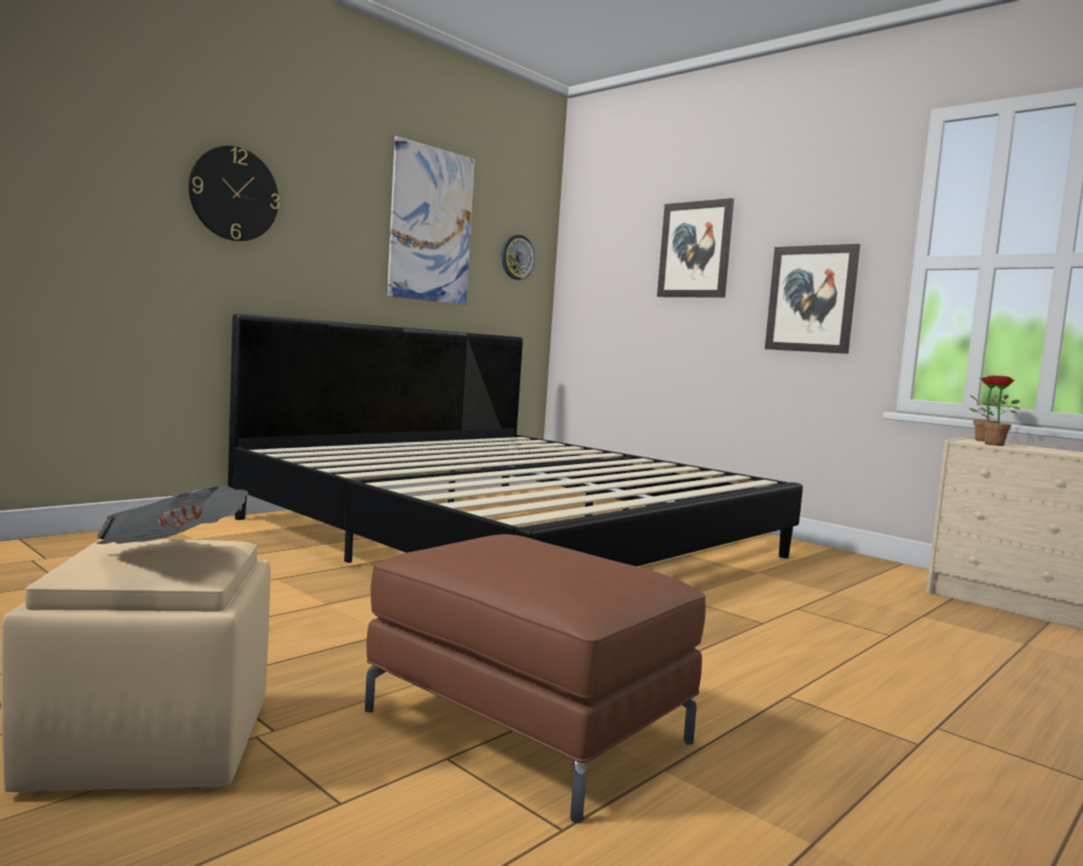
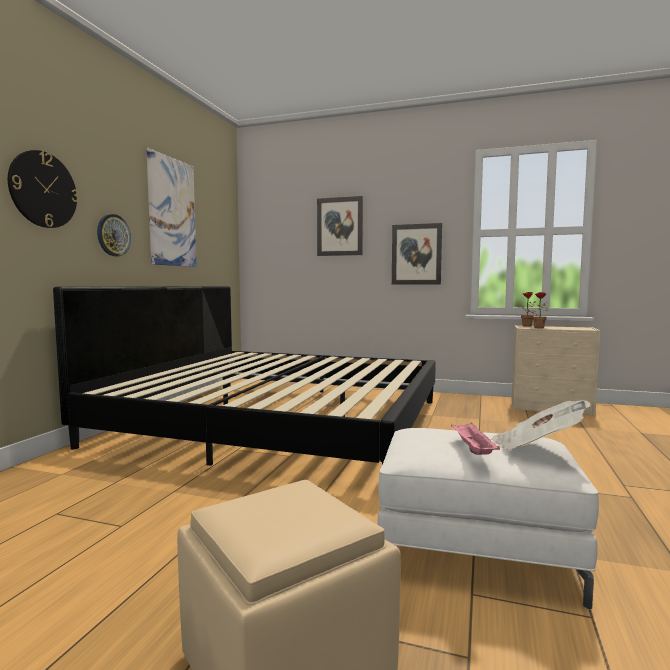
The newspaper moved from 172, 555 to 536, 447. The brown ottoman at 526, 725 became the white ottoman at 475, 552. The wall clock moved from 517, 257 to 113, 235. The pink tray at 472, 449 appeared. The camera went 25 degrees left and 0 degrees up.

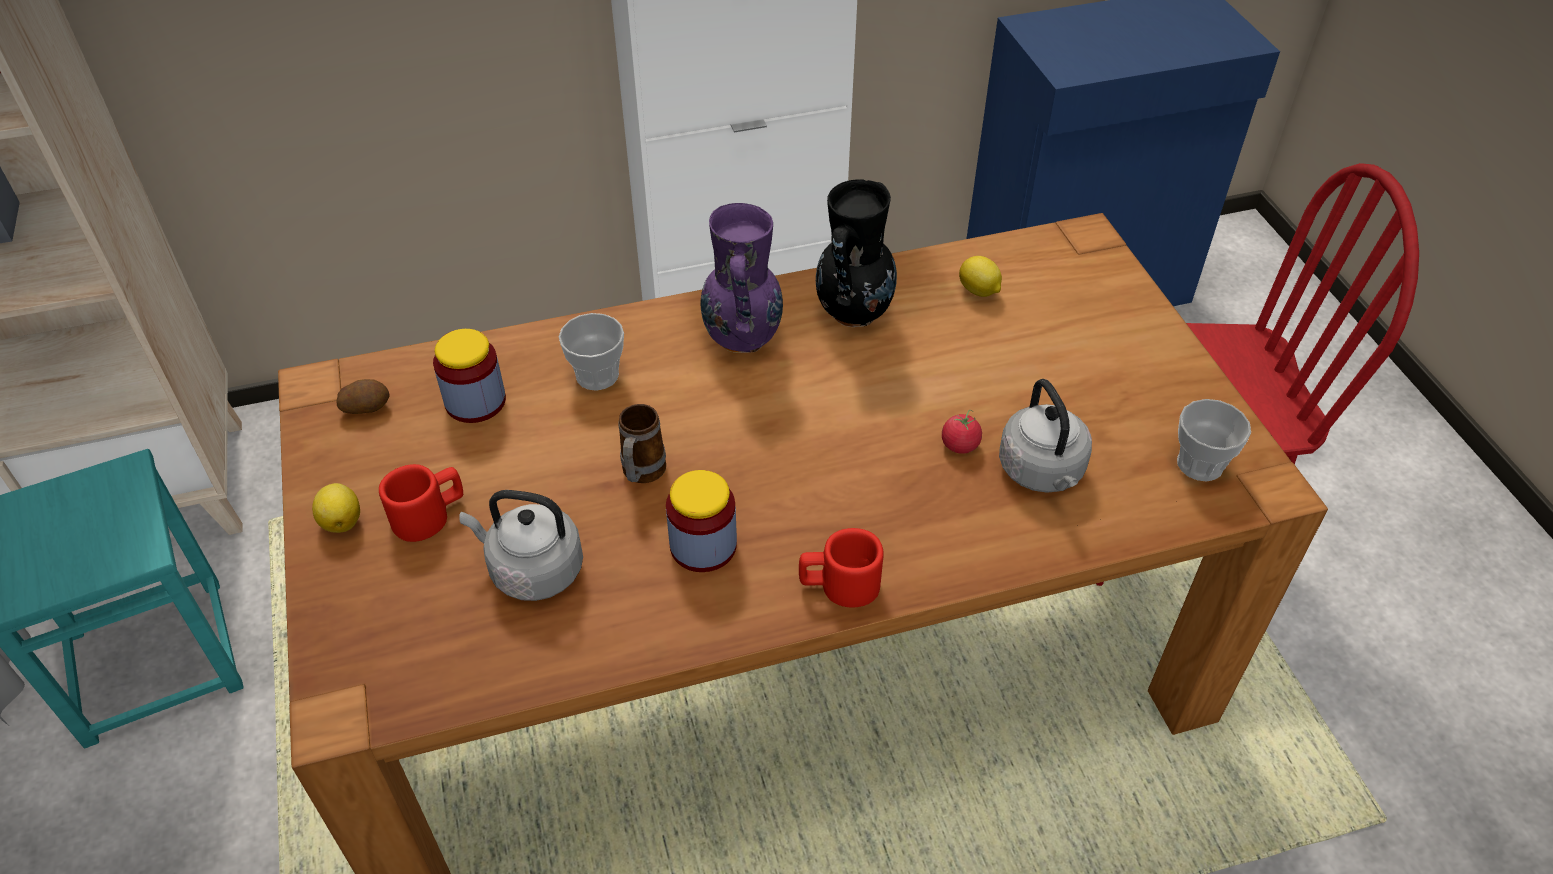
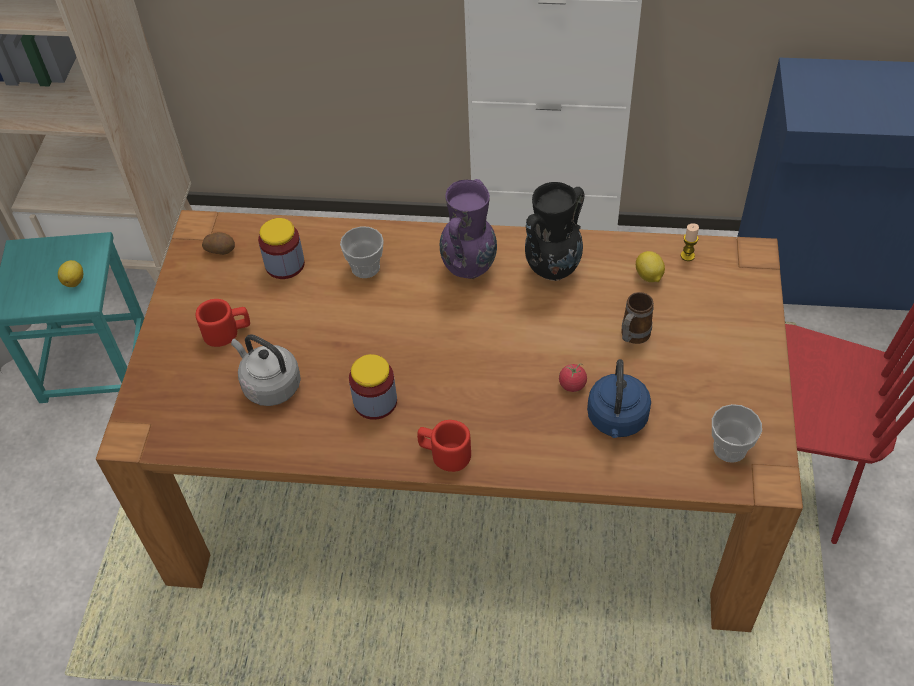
The lemon moved from 342, 521 to 74, 281. The mug moved from 641, 475 to 632, 337. The grey kettle at 1042, 472 became the blue kettle at 617, 420. The candle at 687, 255 appeared. The camera went 25 degrees right and 5 degrees up.

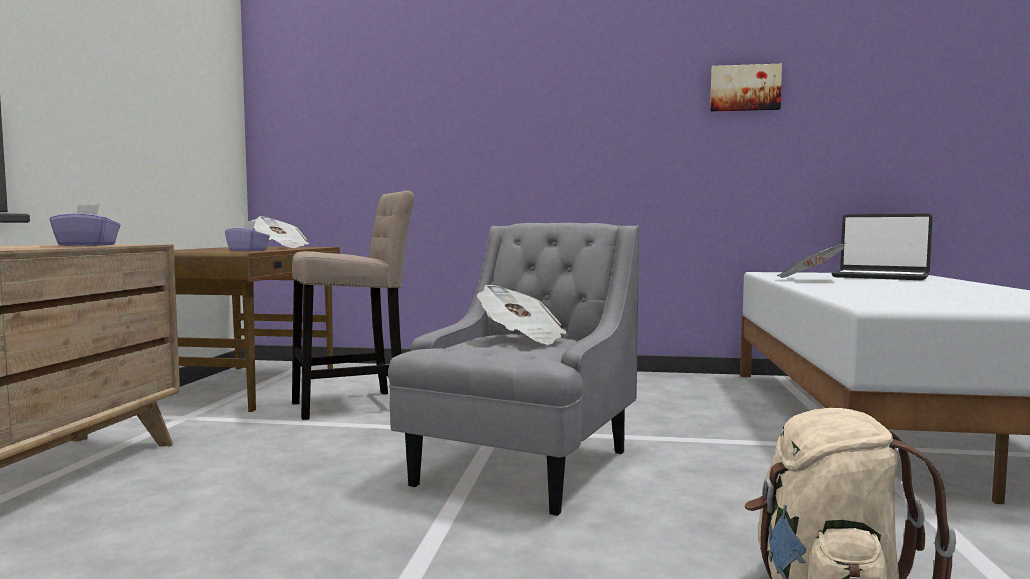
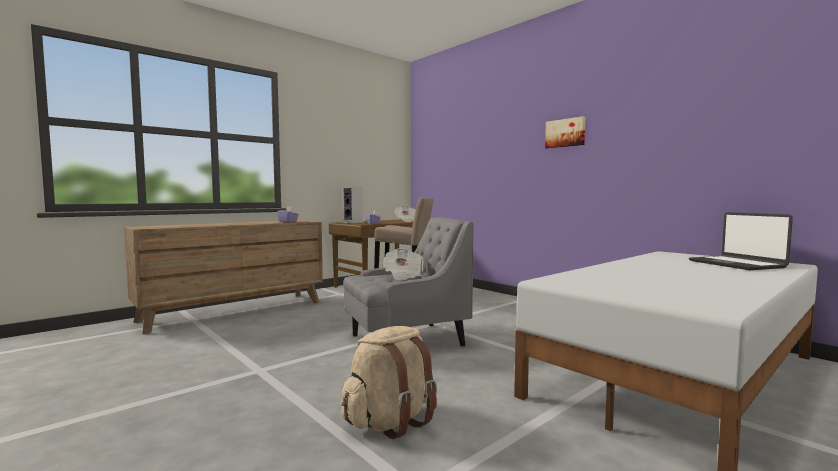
The picture moved from 745, 88 to 565, 133. The newspaper at 809, 280 disappeared. The speaker at 353, 222 appeared. The camera went 40 degrees right and 0 degrees up.

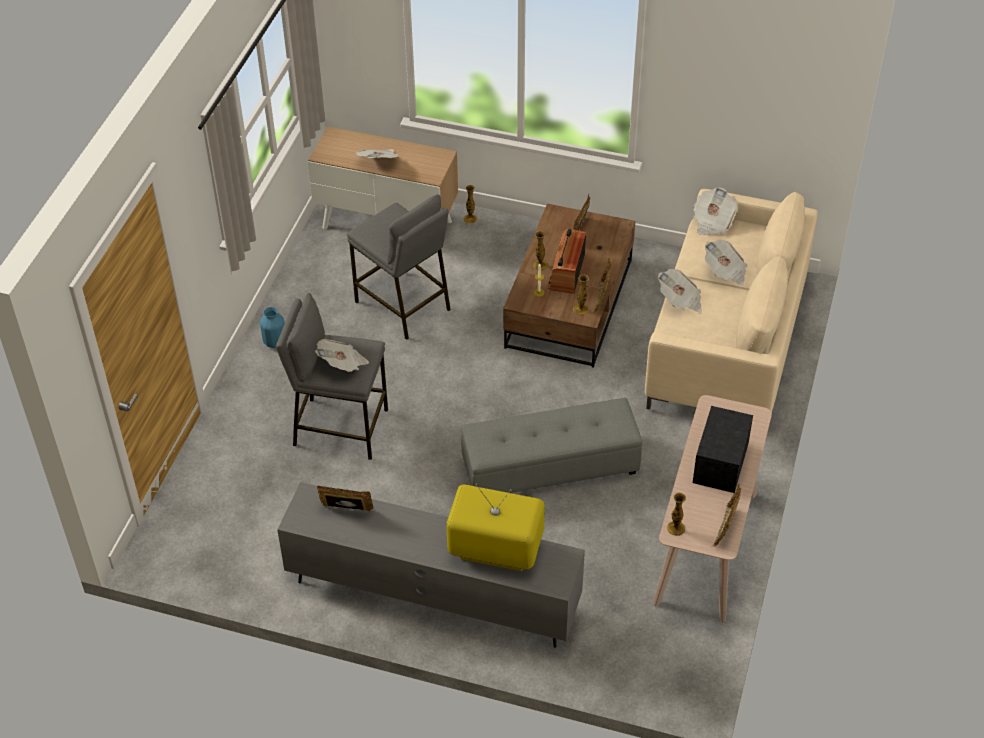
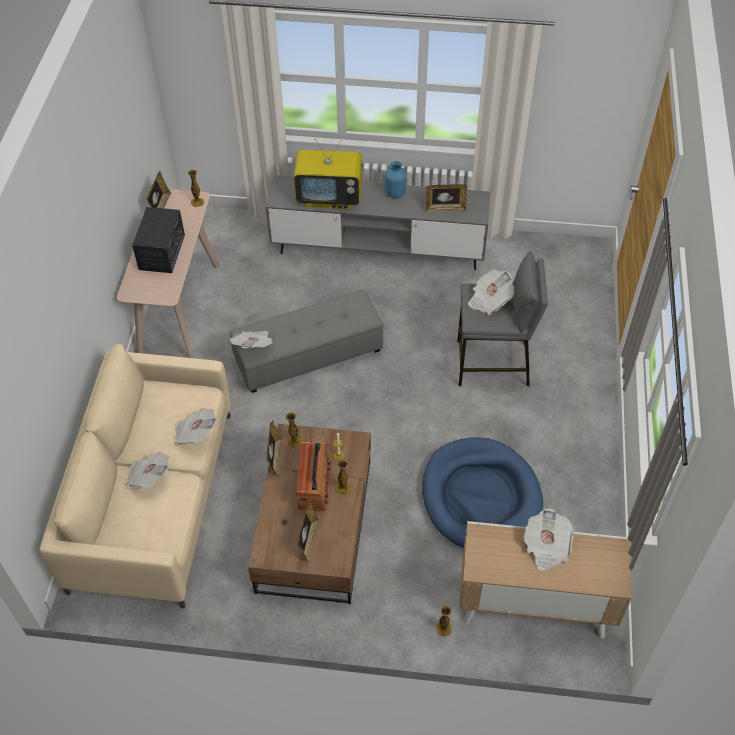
The blue vase moved from 275, 341 to 395, 193. The grey stool at 403, 305 was replaced by the blue dog bed at 480, 497. The newspaper moved from 712, 222 to 254, 346. The camera went 170 degrees right and 5 degrees up.

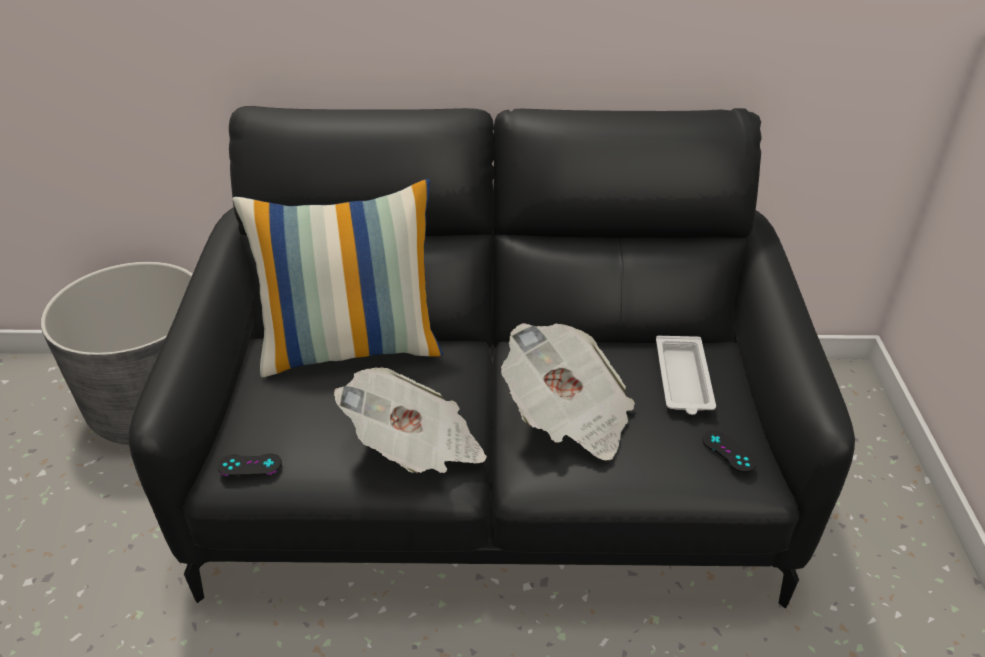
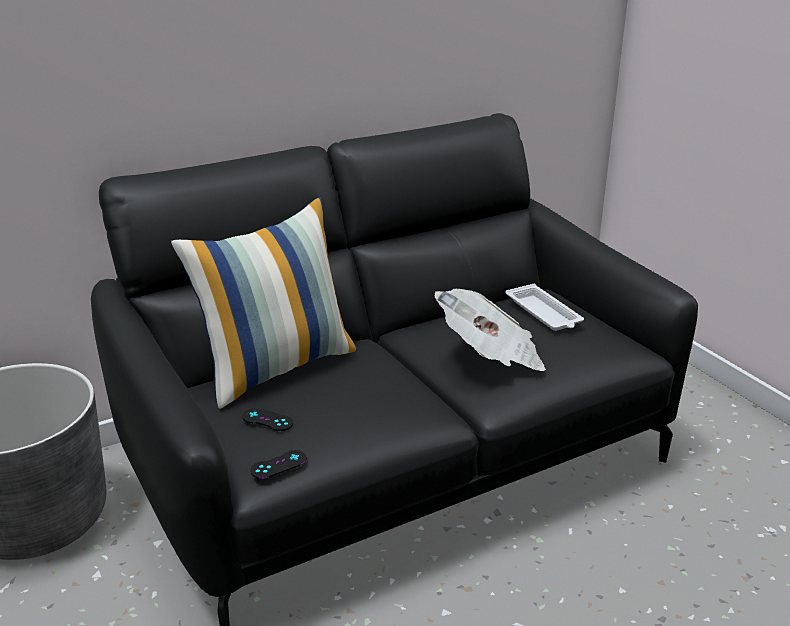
The newspaper at 416, 448 disappeared. The black game controller moved from 728, 451 to 267, 420. The camera went 30 degrees left and 10 degrees down.

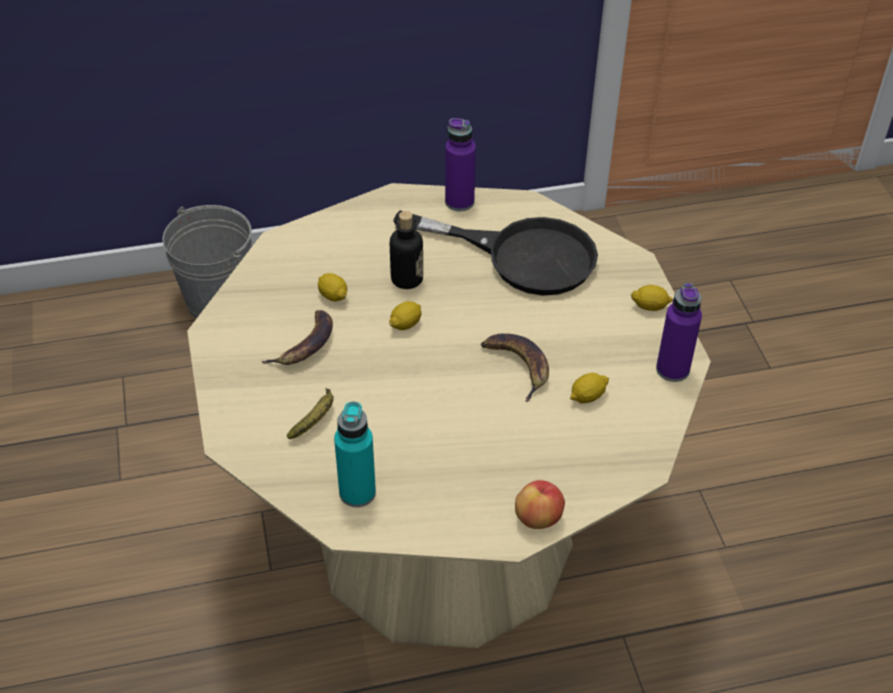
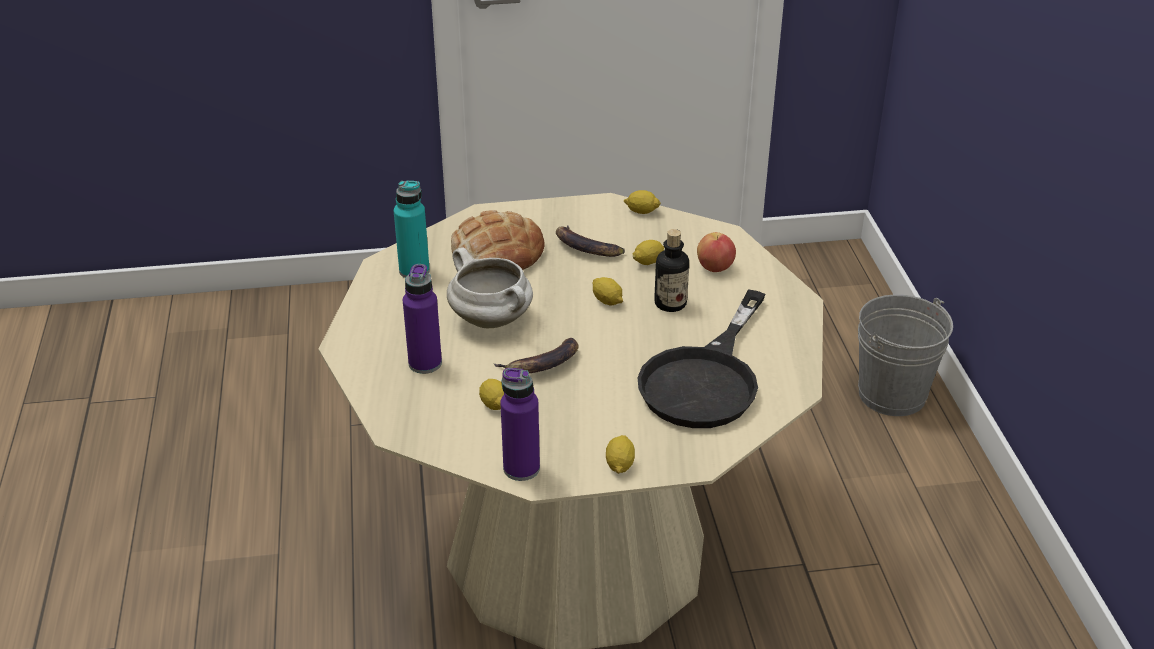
The banana at 316, 419 was replaced by the bread at 497, 252. The purple bottle moved from 459, 202 to 425, 363. The apple moved from 538, 518 to 715, 268. The white cooking pot at 493, 320 appeared. The lemon at 641, 211 appeared. The camera went 95 degrees right and 10 degrees down.

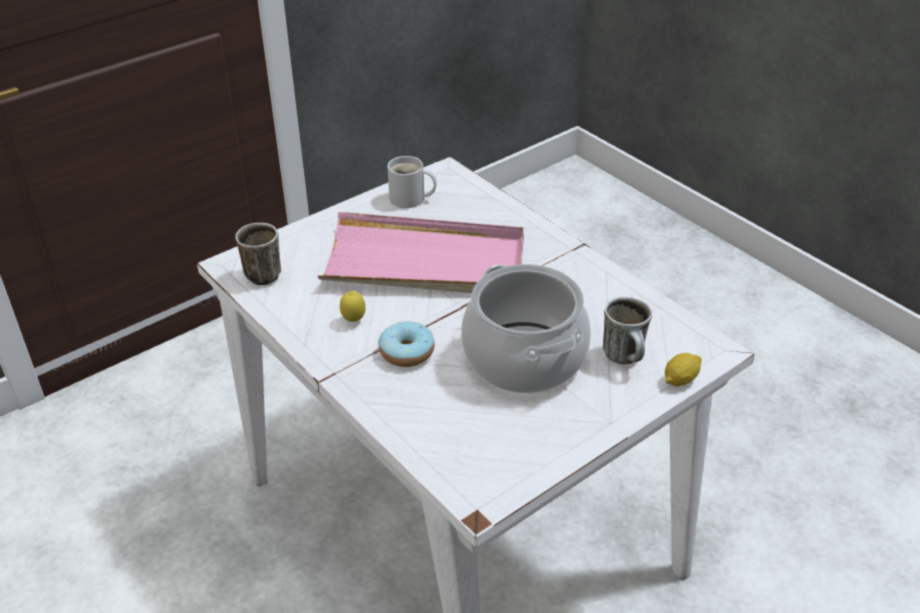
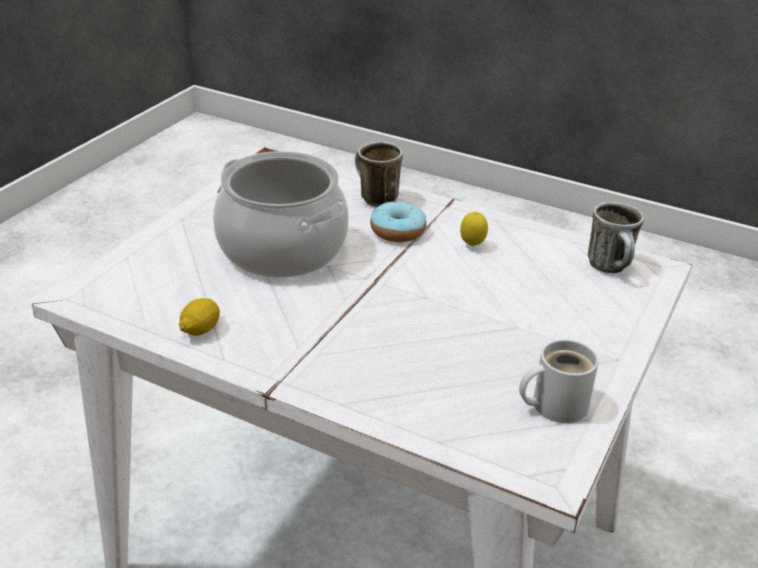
The pink tray at 425, 263 disappeared. The mug moved from 627, 358 to 373, 197. The lemon moved from 680, 380 to 201, 329. The camera went 155 degrees right and 5 degrees down.

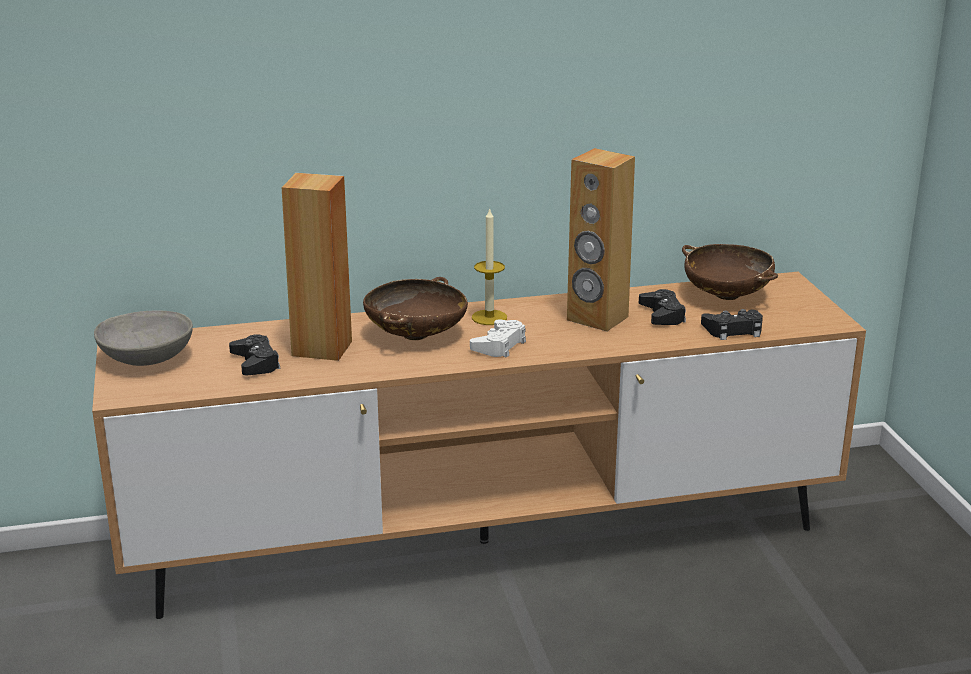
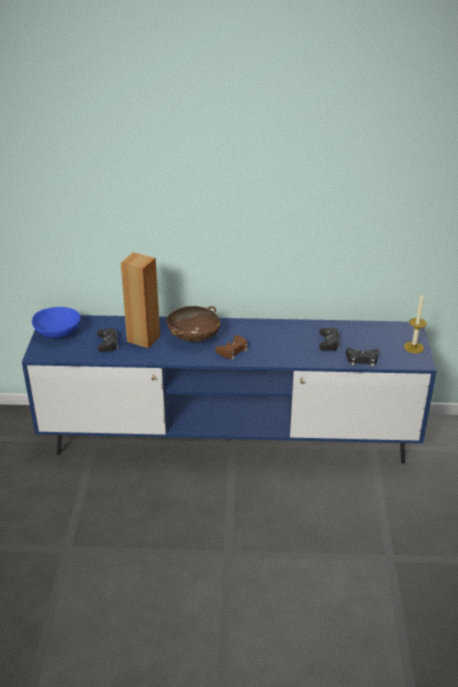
The brown tv stand at 484, 542 became the blue tv stand at 229, 439. The grey bowl at 146, 360 became the blue bowl at 57, 333. The white game controller at 499, 345 became the brown game controller at 233, 350. The candle moved from 489, 317 to 413, 347. The brown speaker at 597, 318 disappeared. The brown bowl at 726, 296 disappeared. The camera went 15 degrees right and 10 degrees up.

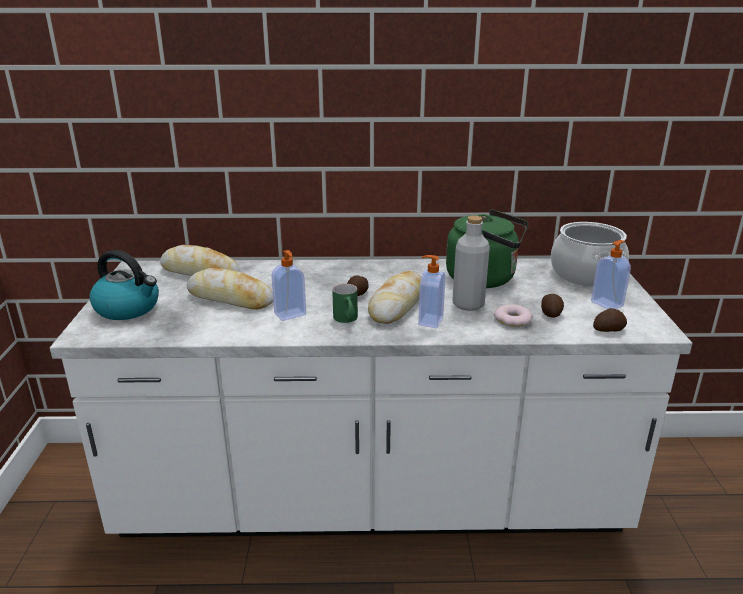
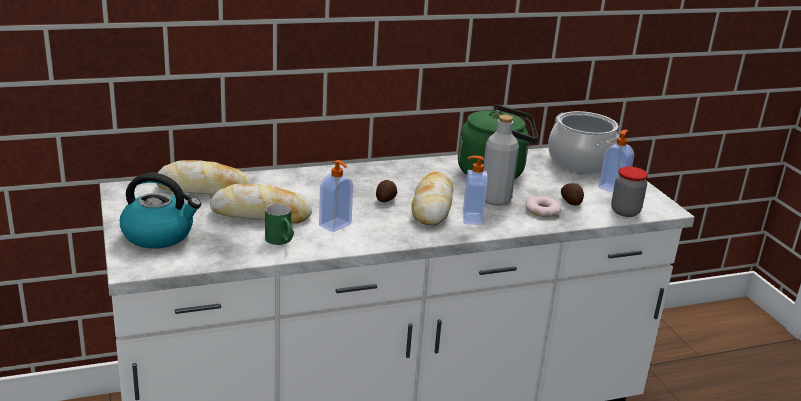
The green mug moved from 347, 320 to 281, 242. The potato at 608, 329 was replaced by the jar at 625, 211. The camera went 20 degrees left and 0 degrees up.

